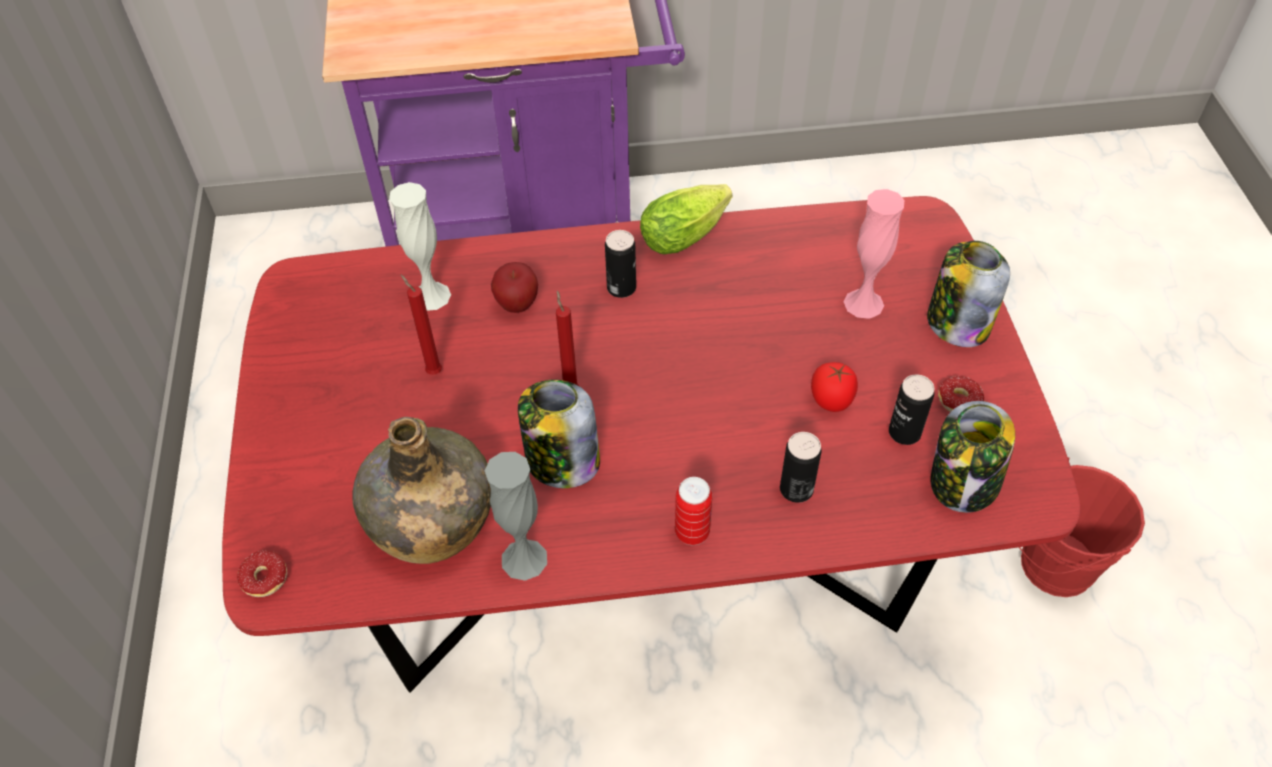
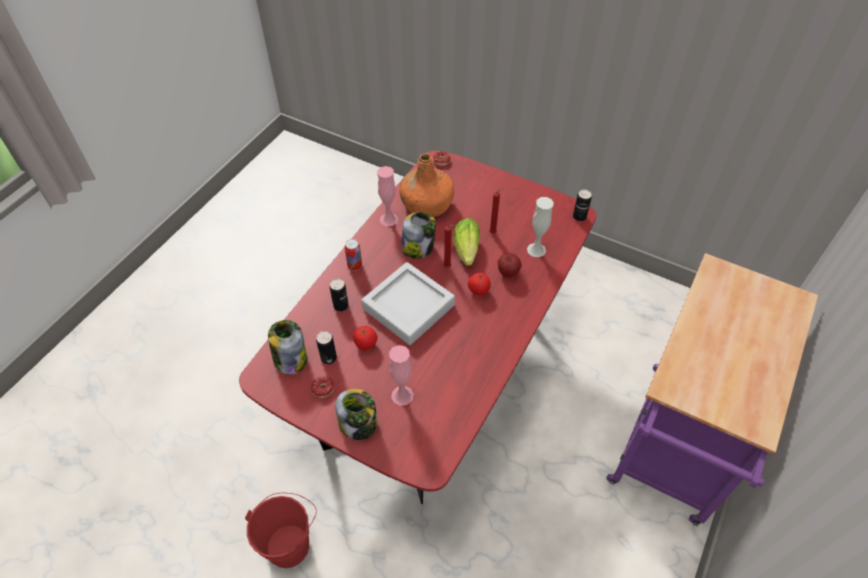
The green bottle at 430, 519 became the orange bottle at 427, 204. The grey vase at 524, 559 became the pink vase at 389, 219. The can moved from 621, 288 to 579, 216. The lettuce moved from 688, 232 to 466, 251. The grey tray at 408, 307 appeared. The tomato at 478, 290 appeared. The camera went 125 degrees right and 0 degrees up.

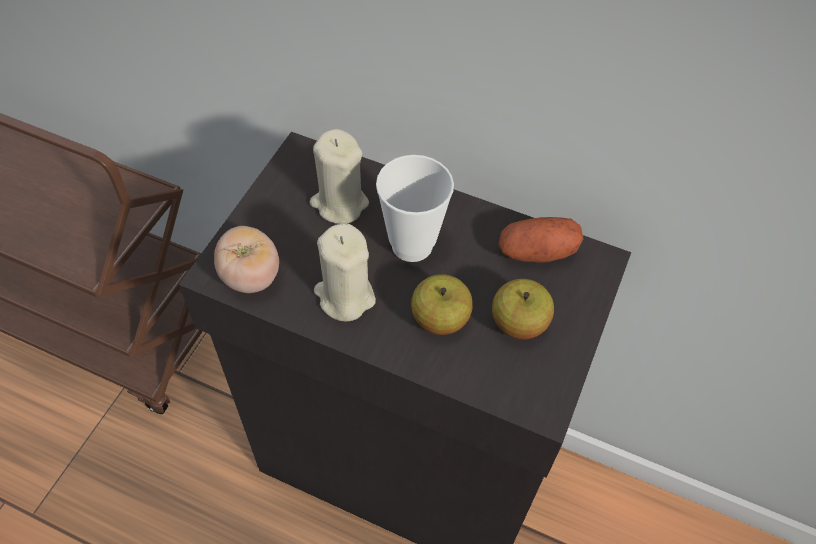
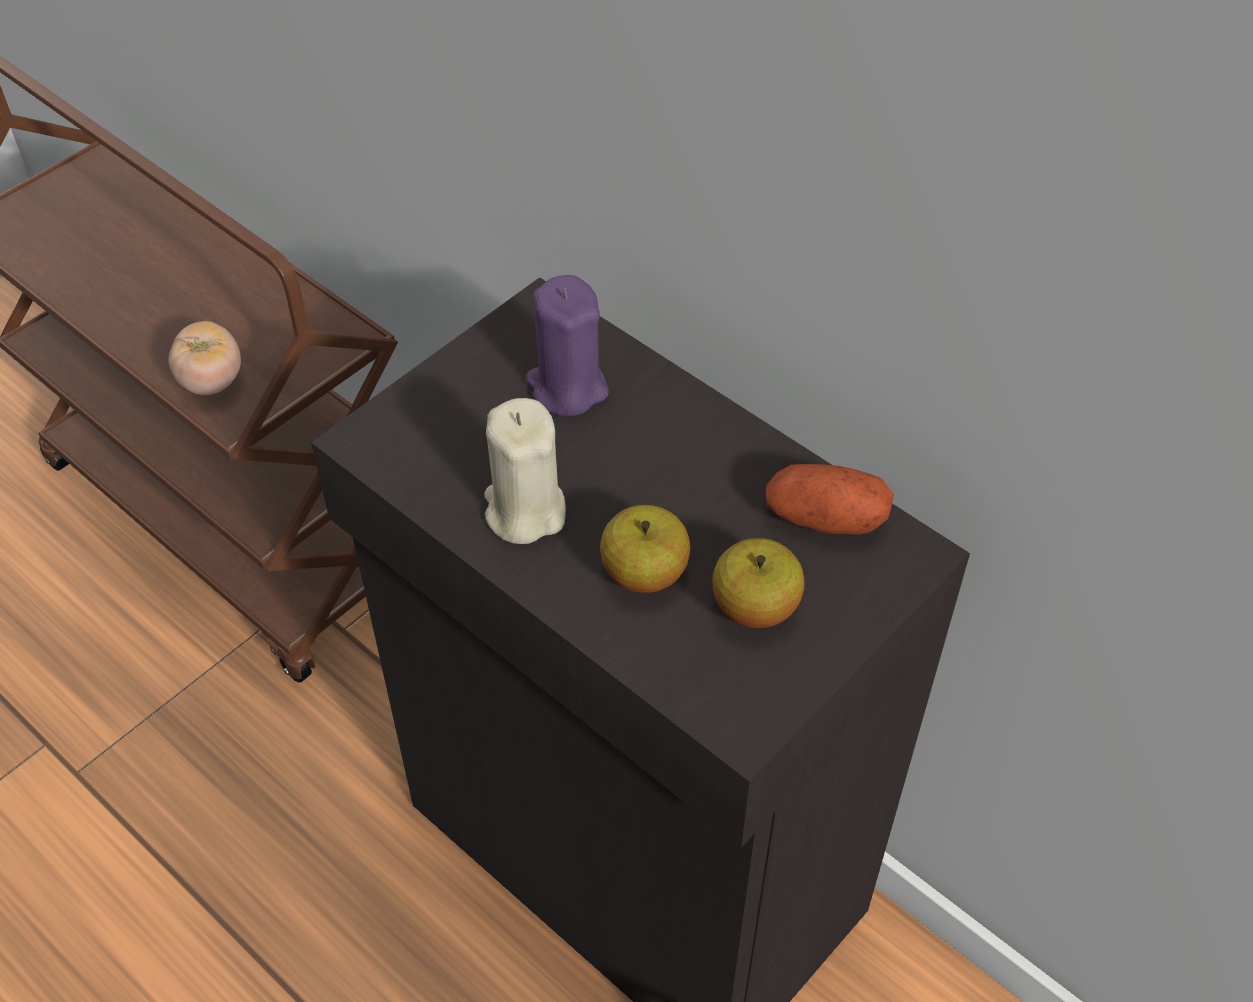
The tomato moved from 251, 276 to 211, 381. The beige candle at 339, 203 became the purple candle at 567, 387. The cup at 412, 245 disappeared. The camera went 20 degrees right and 5 degrees down.

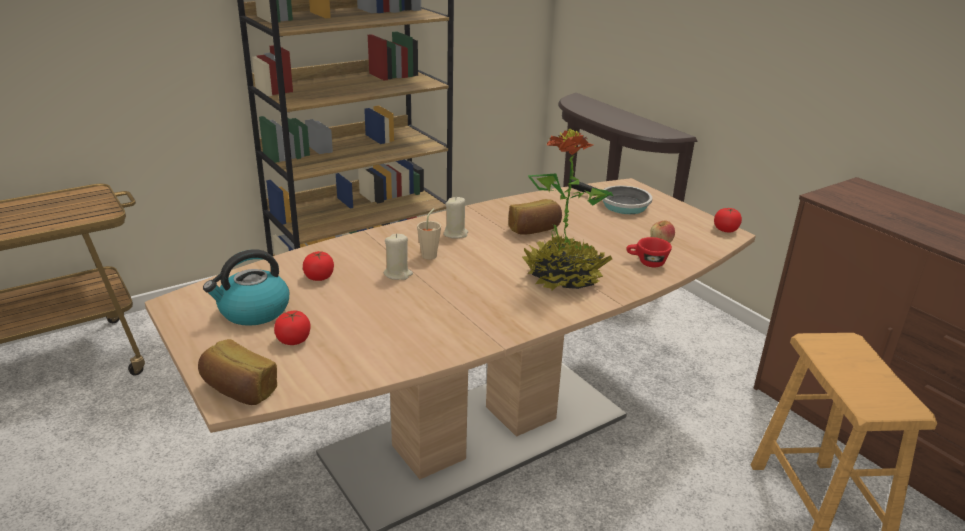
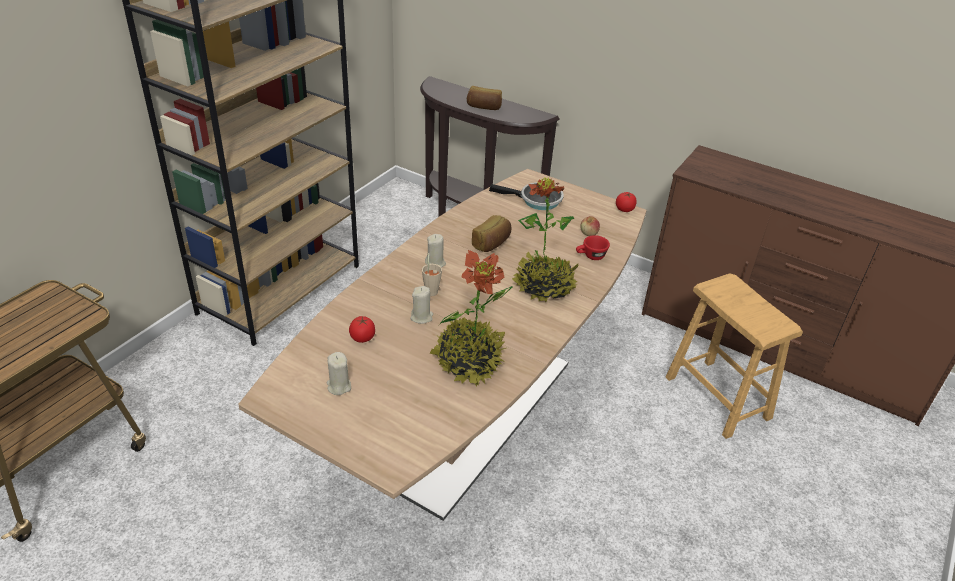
The bread moved from 239, 390 to 484, 107. The kettle at 253, 311 was replaced by the beige candle at 339, 386. The tomato at 294, 340 disappeared. The potted plant at 468, 362 appeared. The camera went 25 degrees left and 10 degrees up.

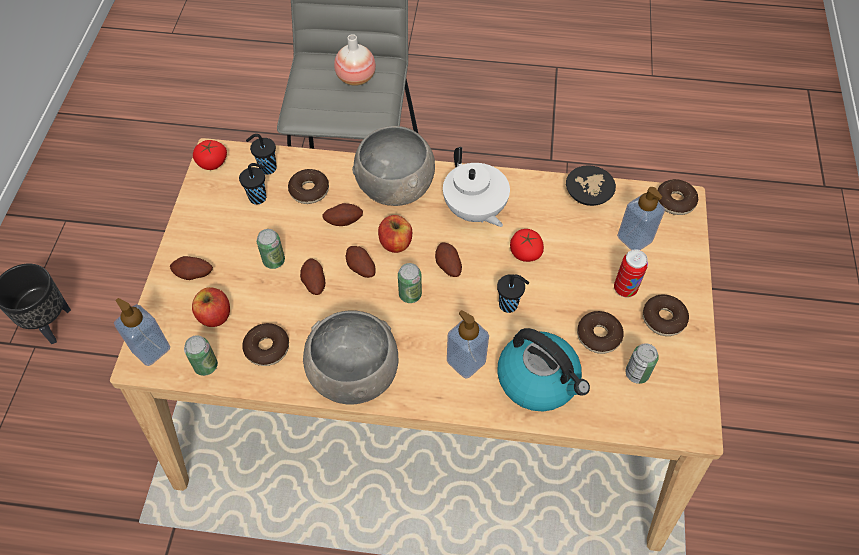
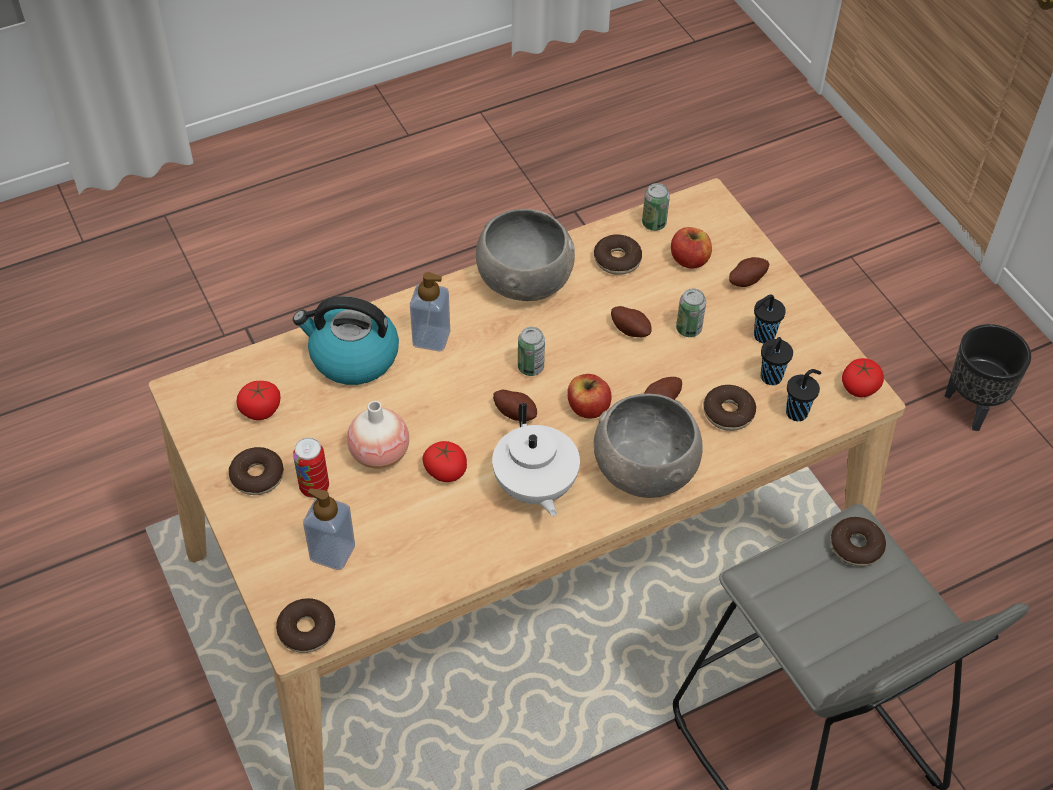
The soap dispenser at 151, 349 disappeared. The vase moved from 356, 78 to 379, 453. The potato at 360, 269 disappeared. The white teapot at 474, 211 turned 135 degrees counterclockwise. The black cup moved from 509, 305 to 762, 336. The black bowl at 589, 193 disappeared. The donut moved from 598, 336 to 856, 546. The can at 637, 373 was replaced by the tomato at 260, 409. The camera went 145 degrees right and 5 degrees down.

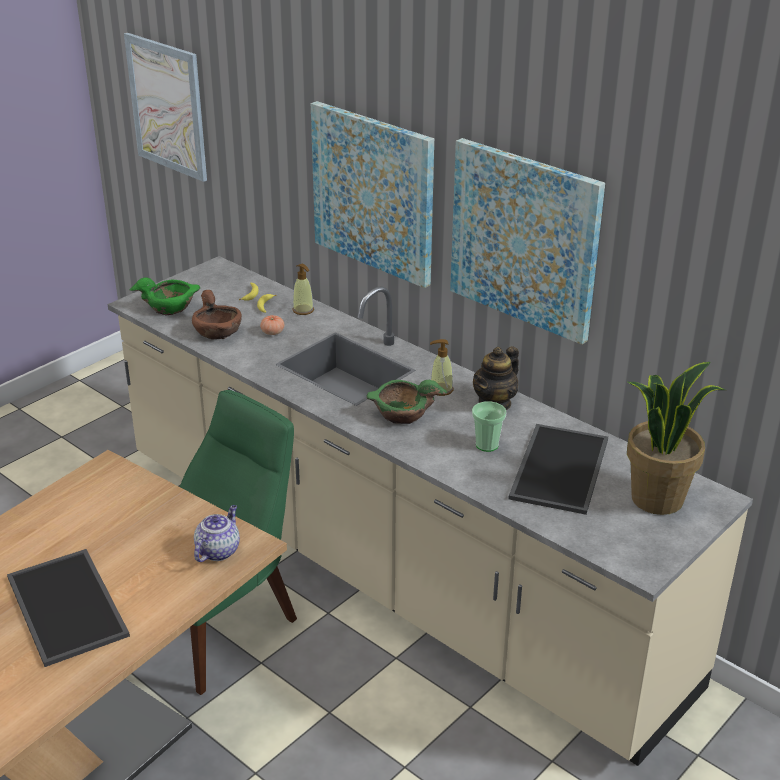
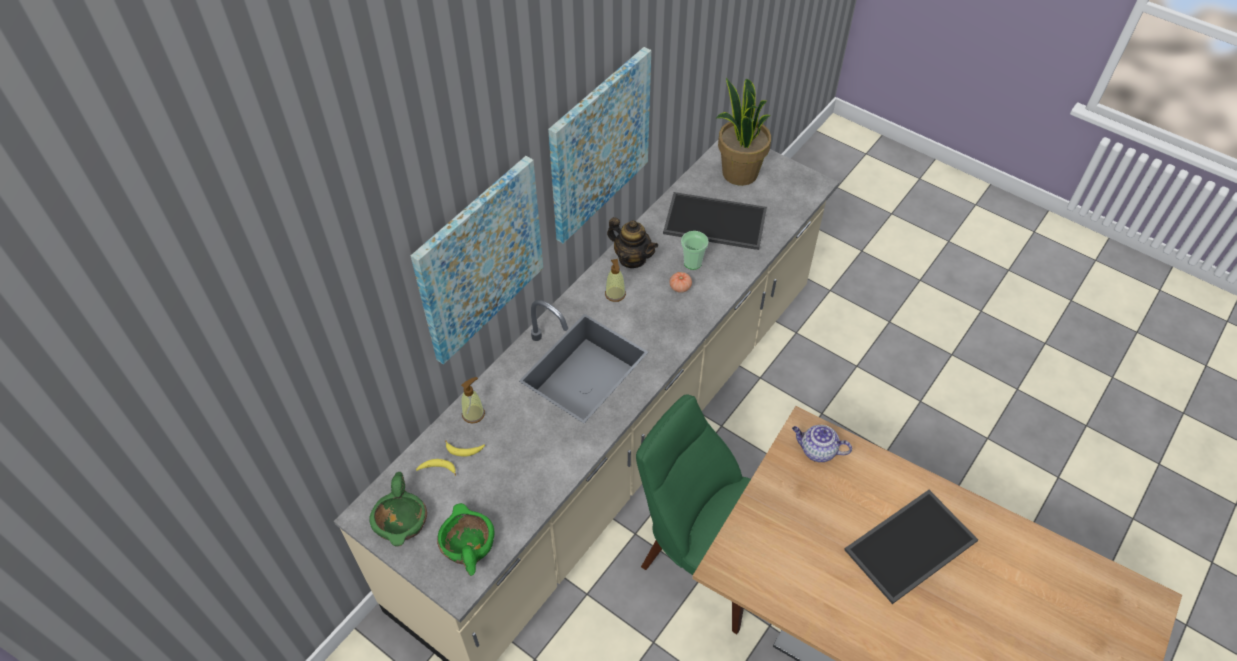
The picture at 167, 106 disappeared. The brown bowl at 218, 332 disappeared. The tomato moved from 272, 332 to 680, 287. The green bowl moved from 402, 414 to 402, 523. The camera went 95 degrees left and 20 degrees up.

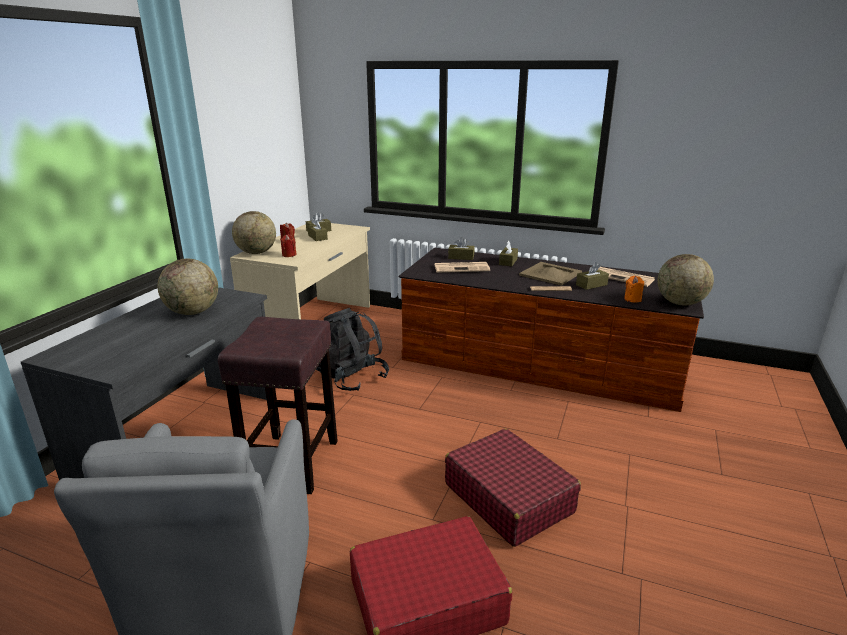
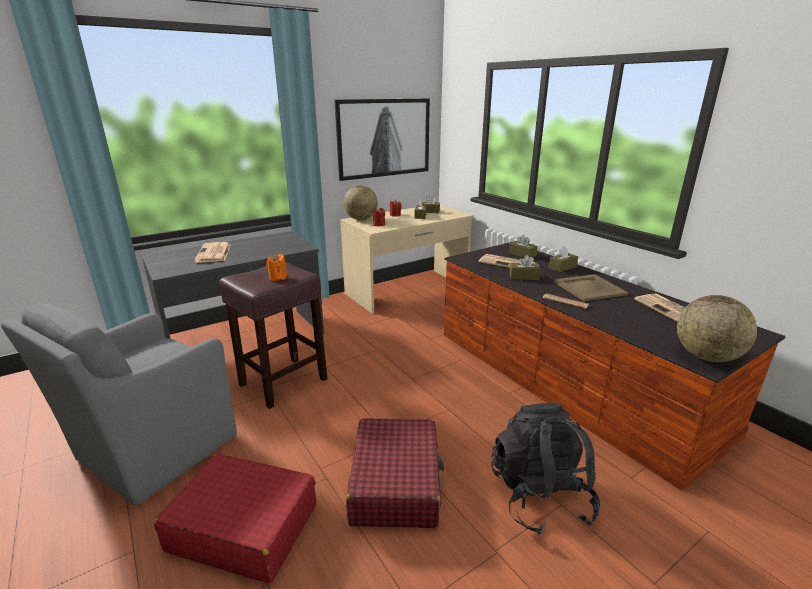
The globe at 193, 312 disappeared. The black backpack moved from 350, 378 to 539, 496. The brown tissue box moved from 591, 285 to 524, 277. The orange candle moved from 632, 299 to 278, 278. The newspaper at 214, 253 appeared. The picture at 384, 138 appeared. The camera went 35 degrees right and 0 degrees up.

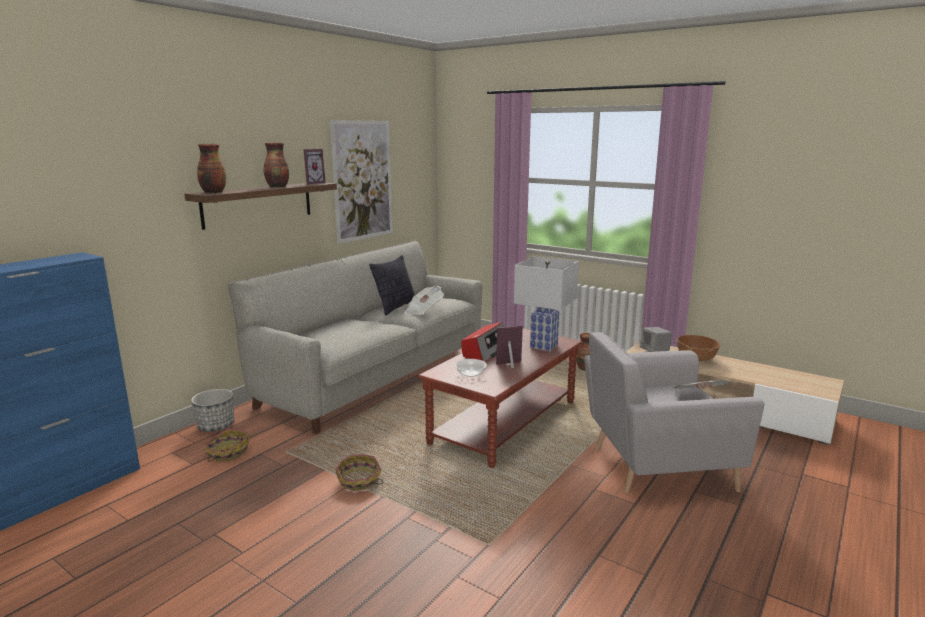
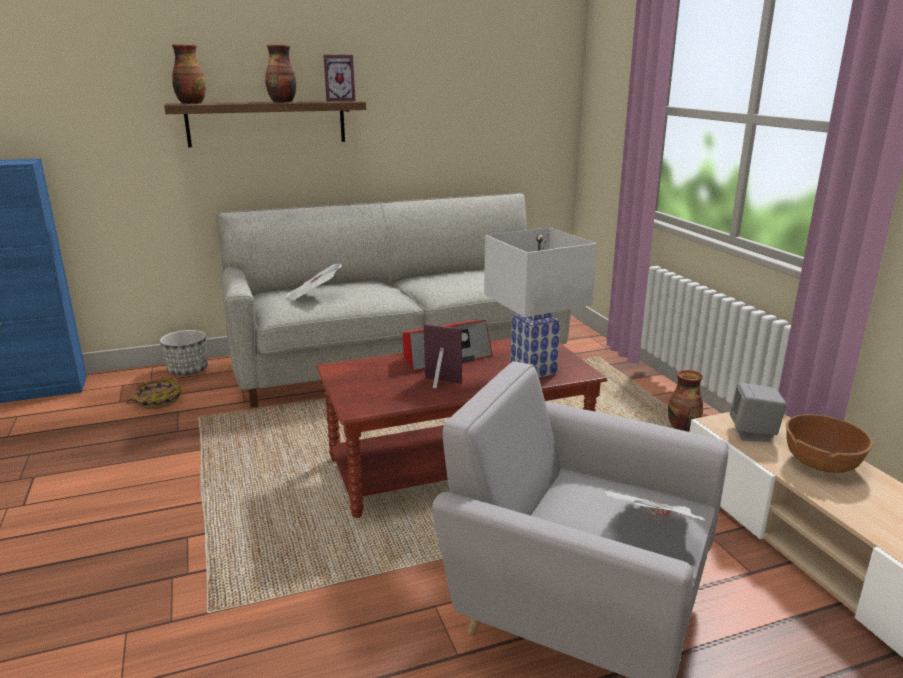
The picture at 363, 180 disappeared. The basket at 359, 481 disappeared. The pillow at 395, 308 disappeared. The newspaper moved from 423, 311 to 313, 297. The bowl at 470, 374 disappeared. The camera went 35 degrees right and 5 degrees up.

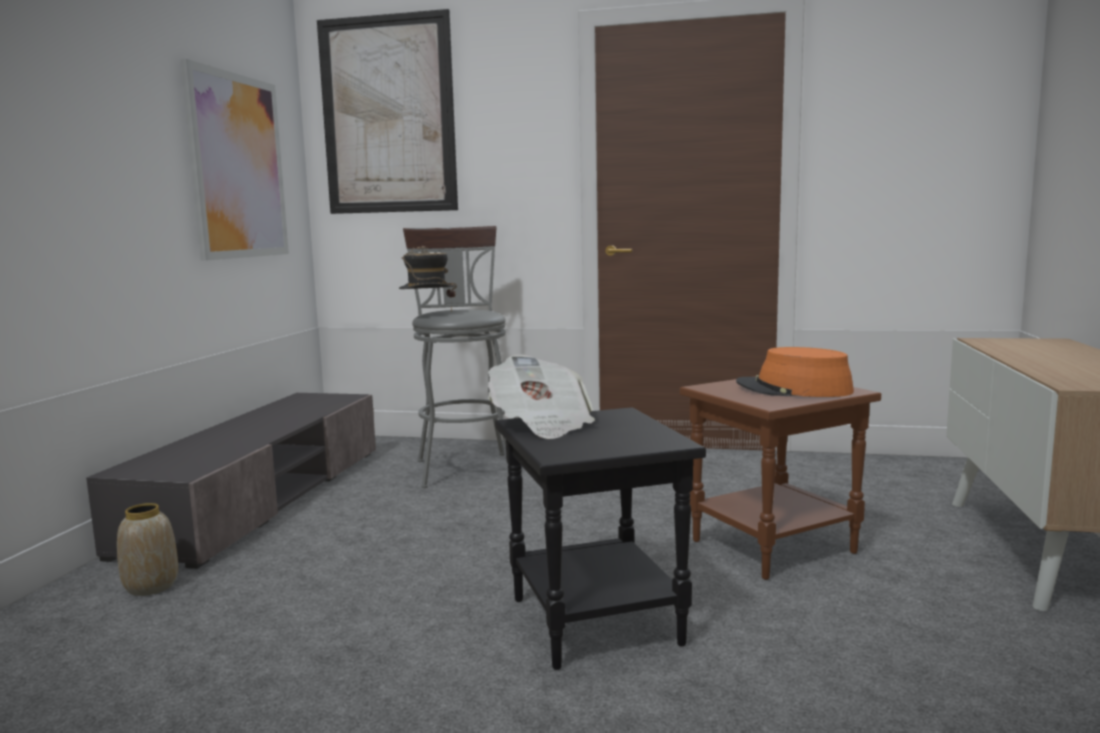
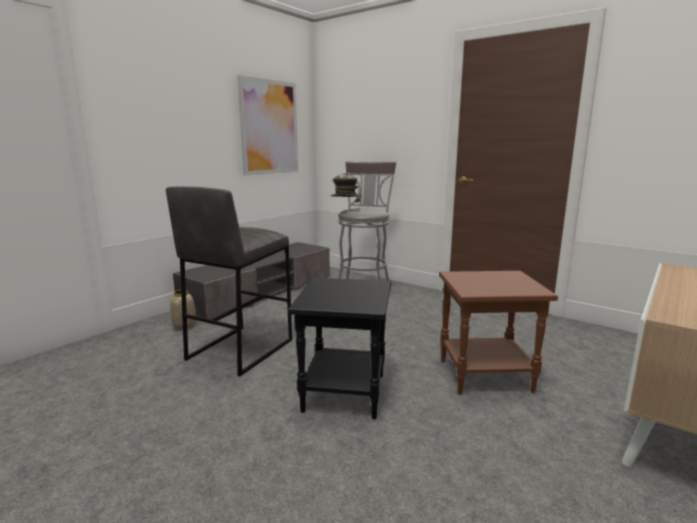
The picture at 388, 115 disappeared. The newspaper at 541, 425 disappeared. The orange hat at 793, 389 disappeared. The grey stool at 239, 349 appeared. The camera went 25 degrees right and 5 degrees up.

